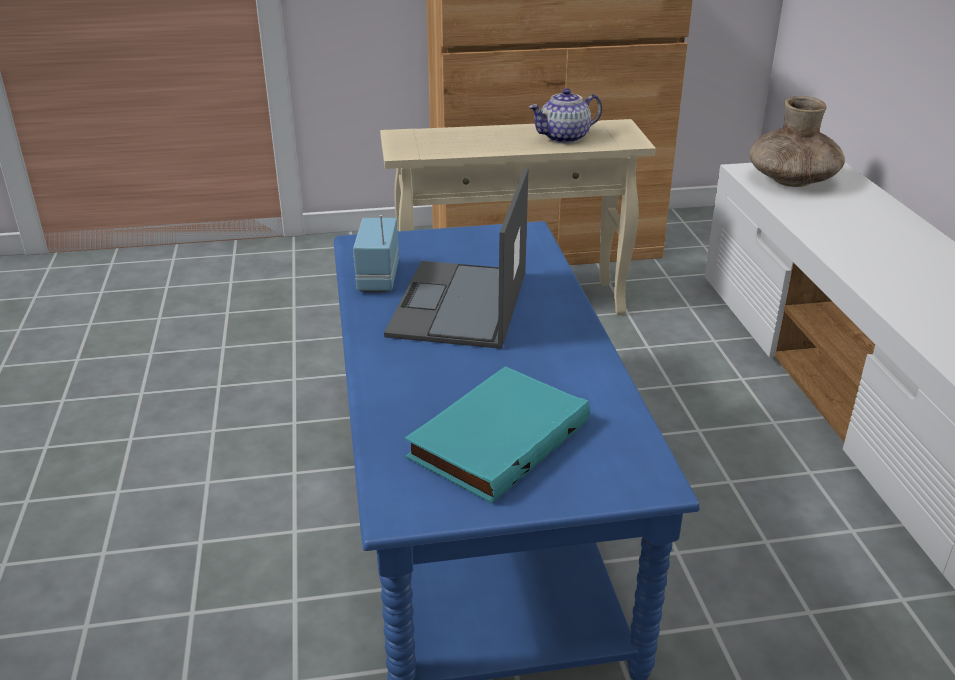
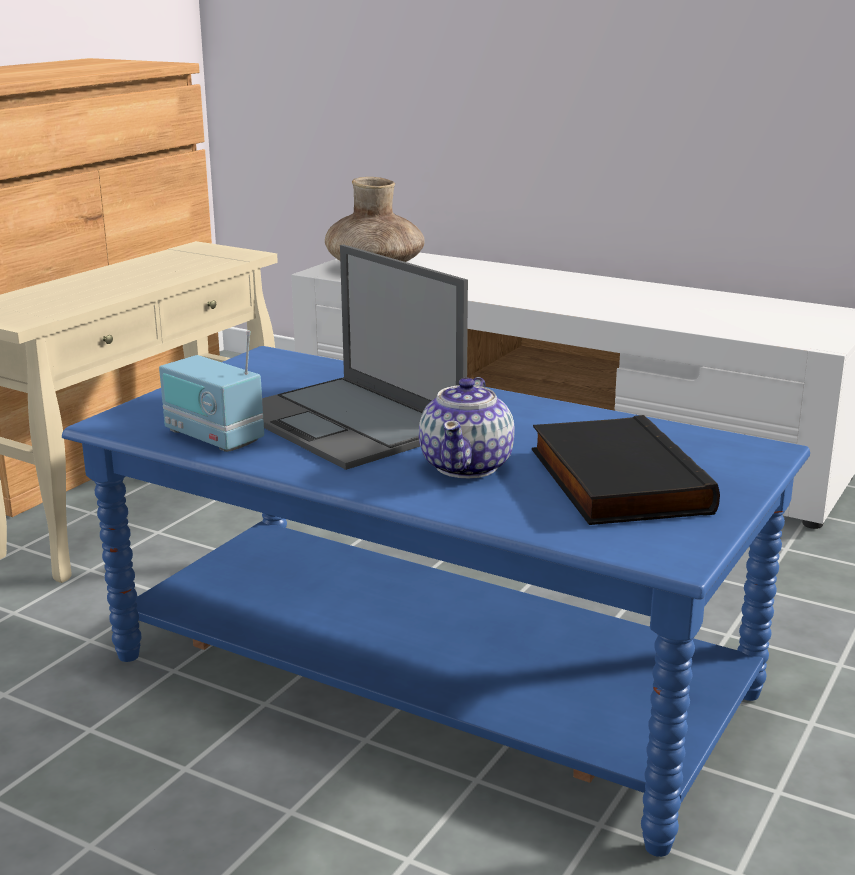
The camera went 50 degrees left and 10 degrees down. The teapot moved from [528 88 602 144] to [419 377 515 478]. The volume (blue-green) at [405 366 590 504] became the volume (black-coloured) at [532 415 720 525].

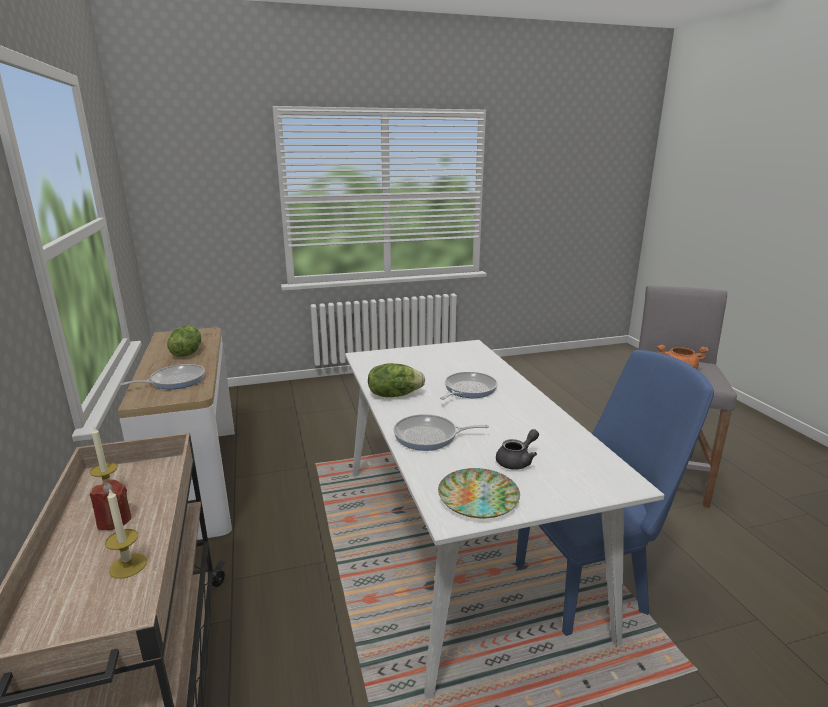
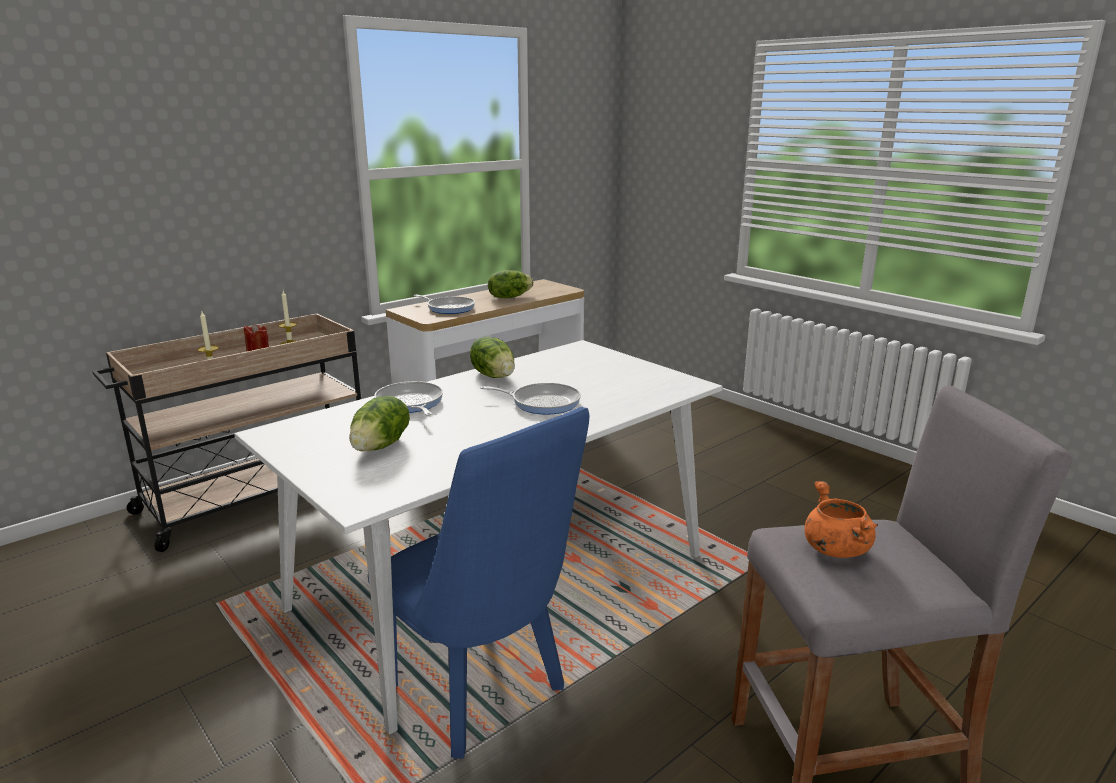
The camera went 65 degrees right and 0 degrees up. The dinner plate at [438 468 520 519] disappeared. The teapot (grey) at [496 429 539 470] was replaced by the head of lettuce at [350 396 410 451].

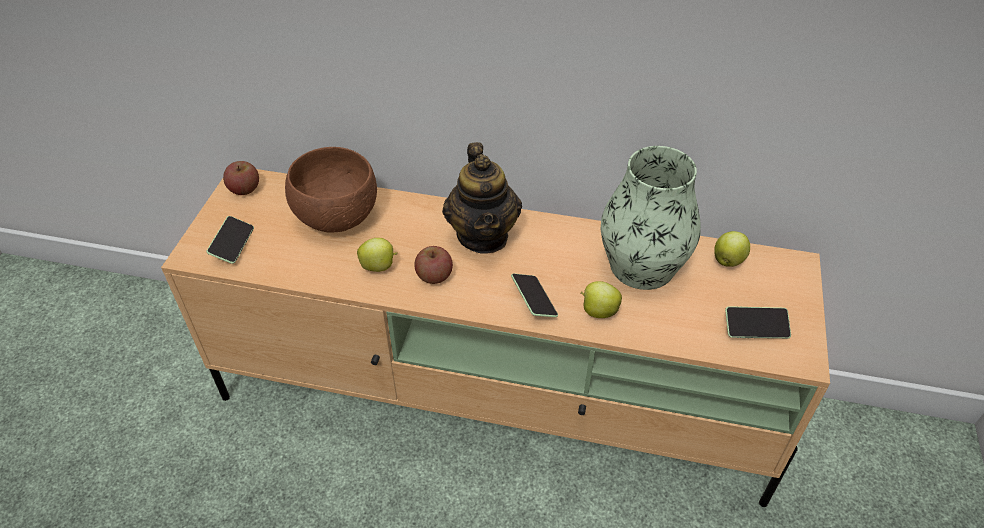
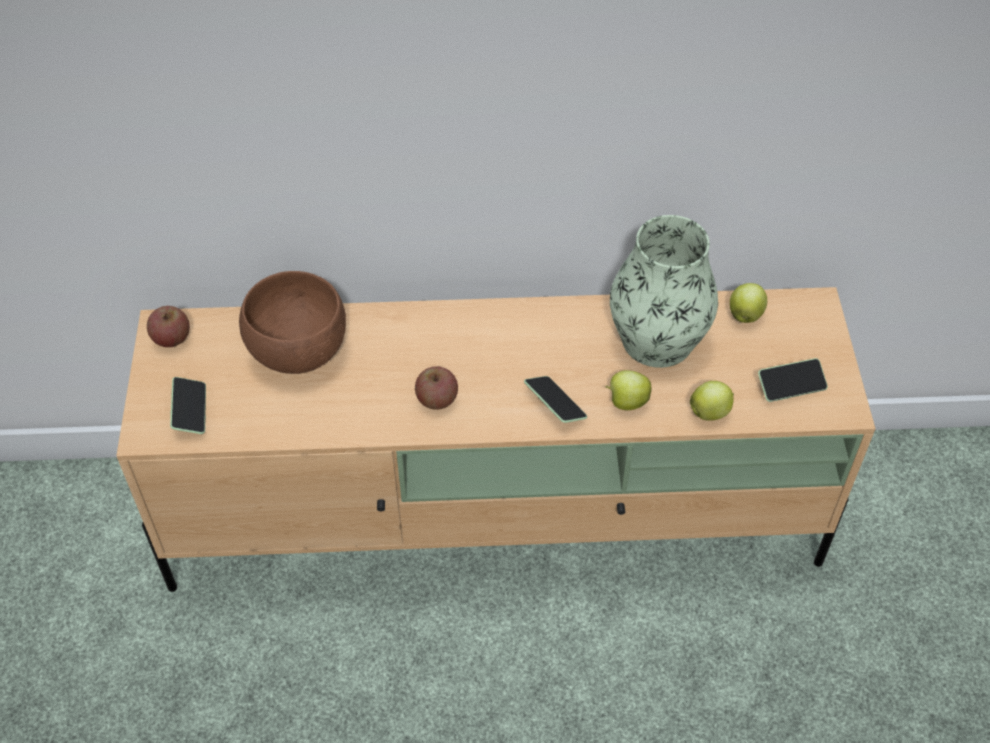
The camera went 15 degrees left and 5 degrees up. The teapot at [442 142 522 254] disappeared. The whole apple moved from [357 238 398 272] to [690 381 734 421].

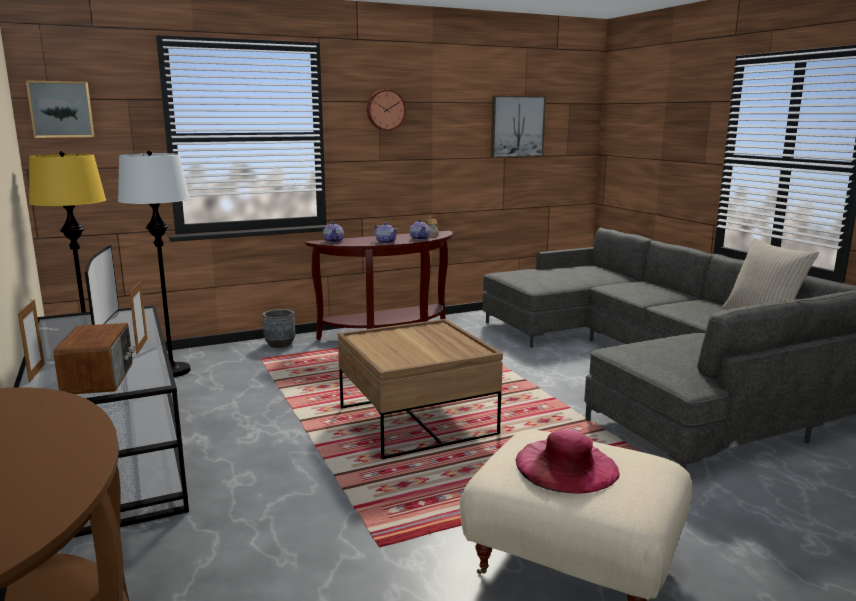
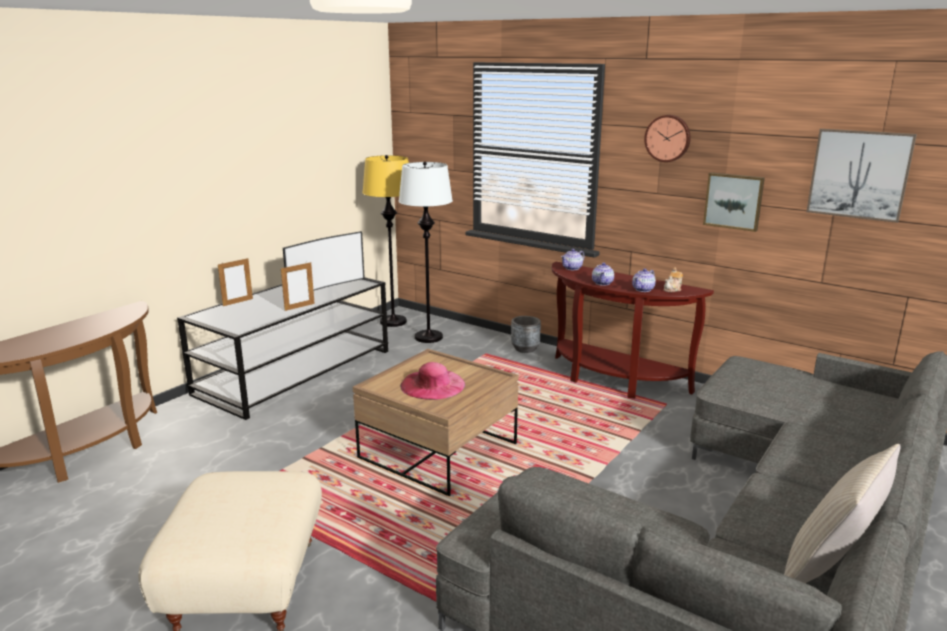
The camera went 60 degrees right and 5 degrees up. The radio at [54 323 134 394] disappeared. The picture moved from [26 81 95 138] to [703 172 765 232]. The hat (pinkish) moved from [515 429 620 494] to [400 362 465 400].

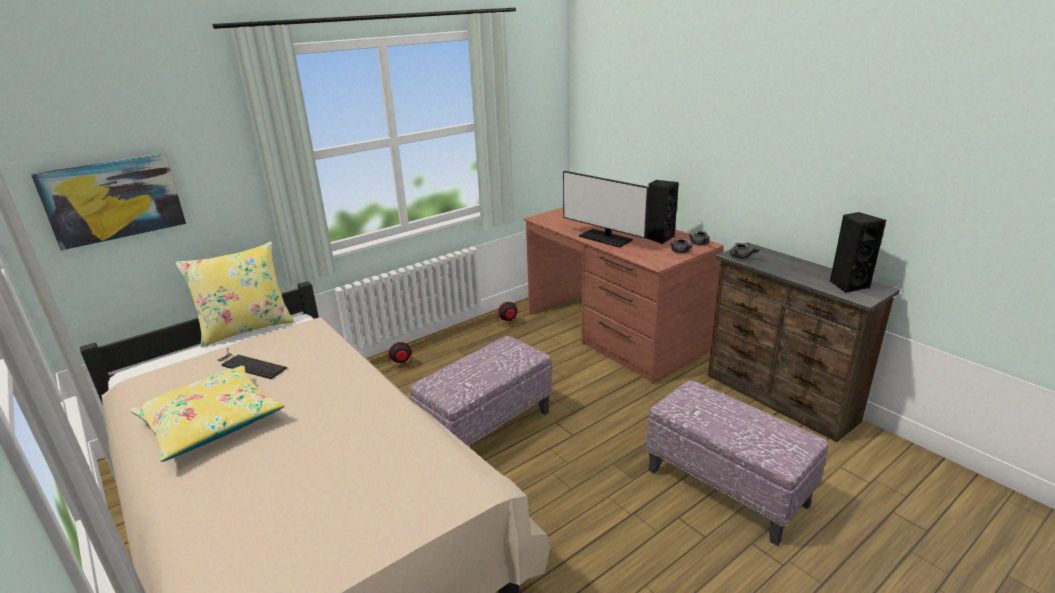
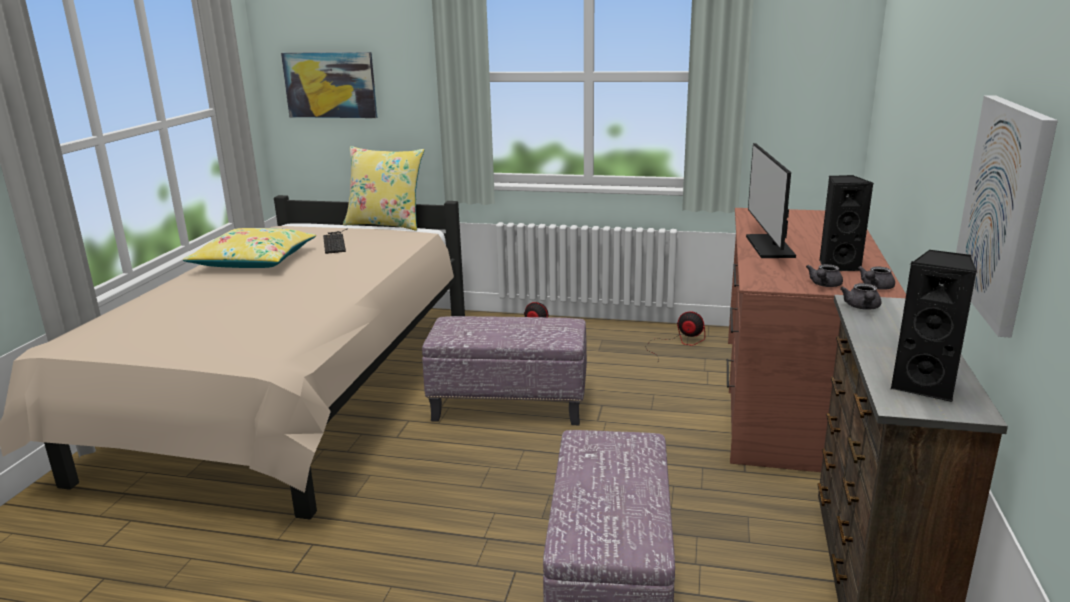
The camera went 50 degrees right and 5 degrees down. The picture at [956 95 1058 338] appeared.

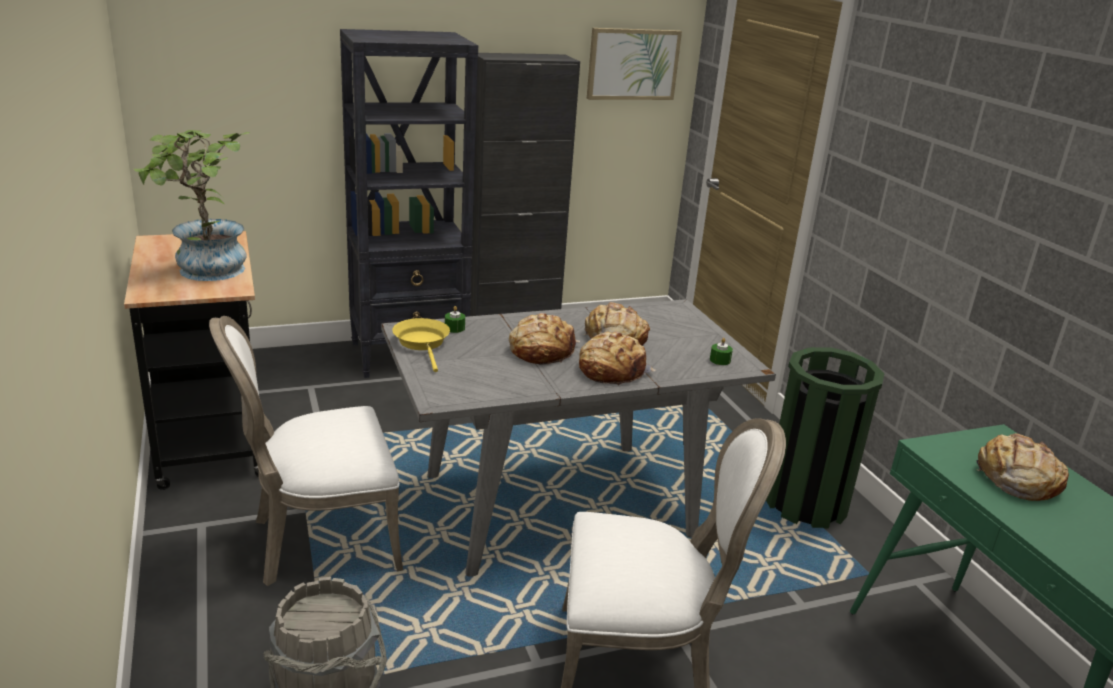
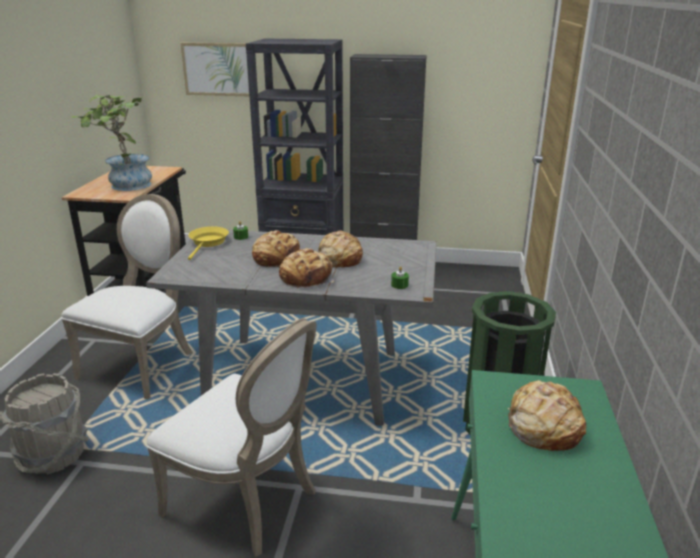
The camera went 30 degrees right and 0 degrees up. The picture moved from [587 28 682 100] to [180 43 249 96]. The plain chair (white-coloured) at [209 316 403 586] turned 105 degrees clockwise.

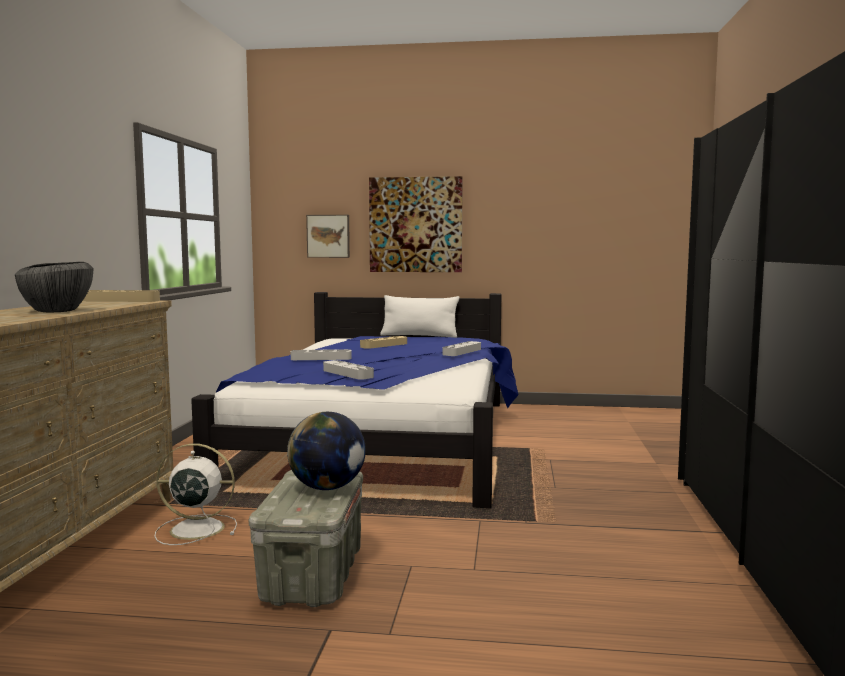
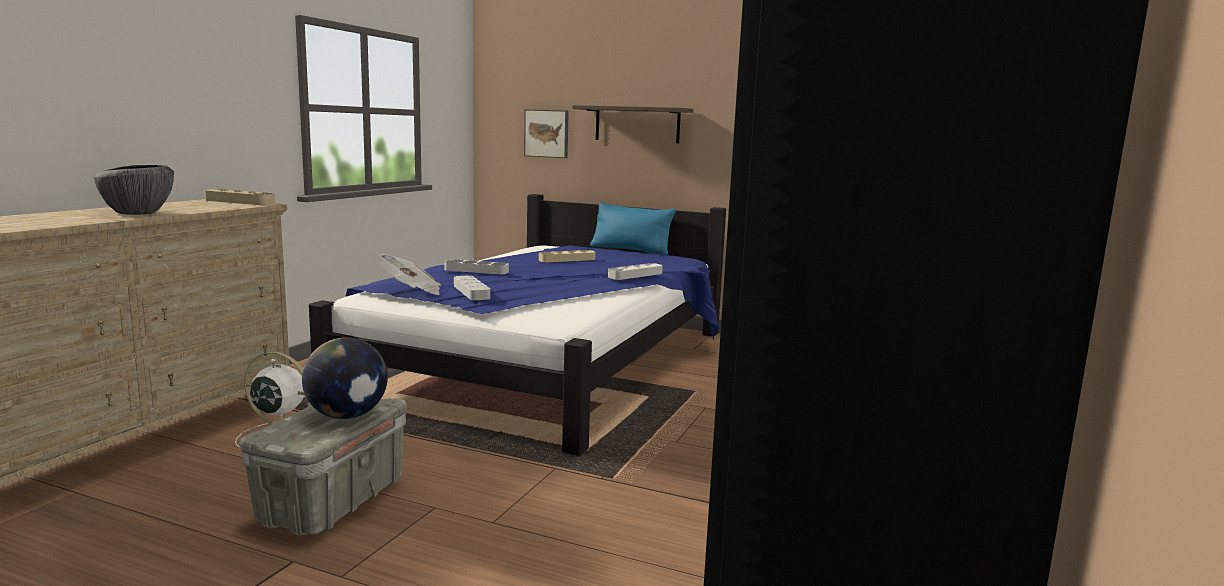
The camera went 15 degrees right and 5 degrees up. The daily paper at [380 254 441 295] appeared. The picture at [369 176 463 272] was replaced by the wall shelf at [572 105 693 143]. The pillow (white-coloured) at [380 295 460 338] became the pillow (blue) at [590 202 676 255].

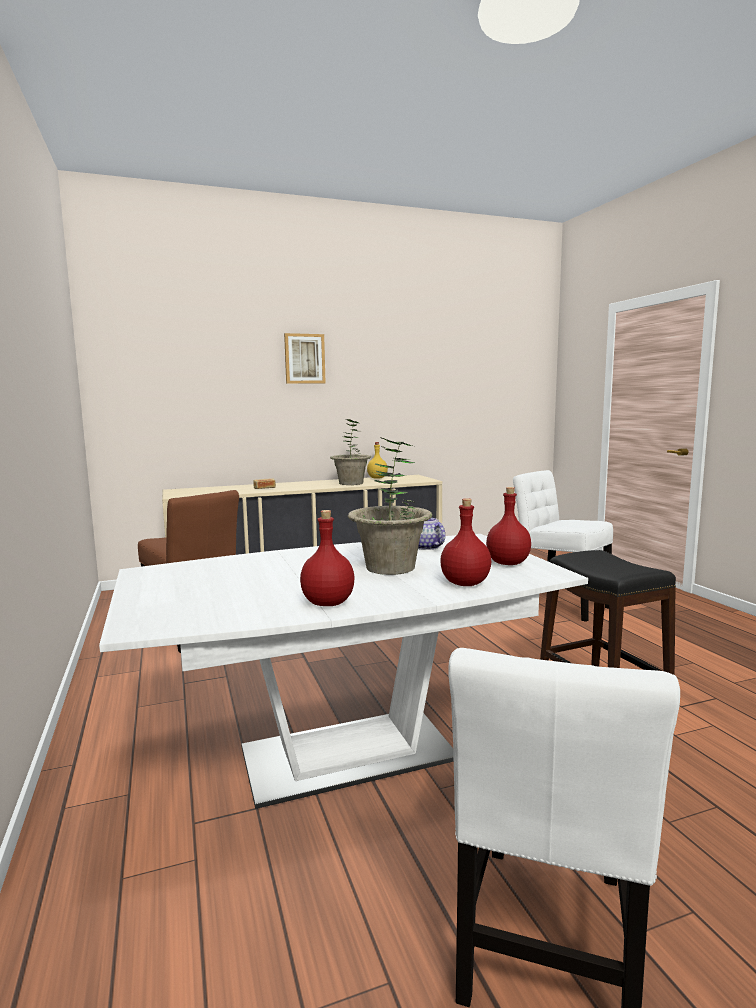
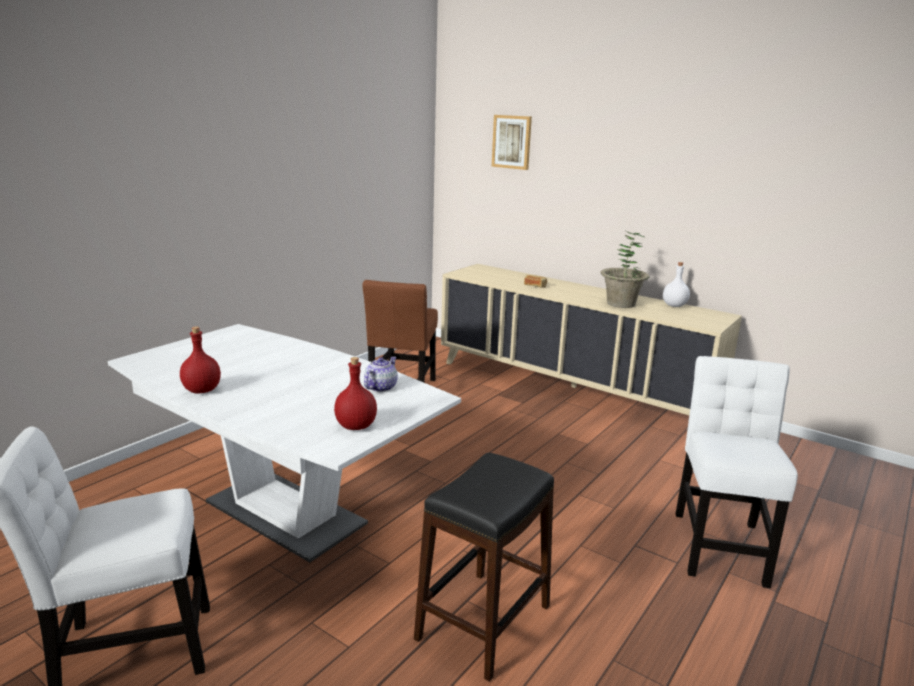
The camera went 55 degrees right and 10 degrees up. The potted plant at [348 438 432 575] disappeared. The beverage bottle (red) at [440 498 491 586] disappeared. The picture moved from [284 333 326 384] to [492 115 532 170]. The beverage bottle (yellow) at [367 442 388 479] became the beverage bottle (white-coloured) at [663 262 690 307].

